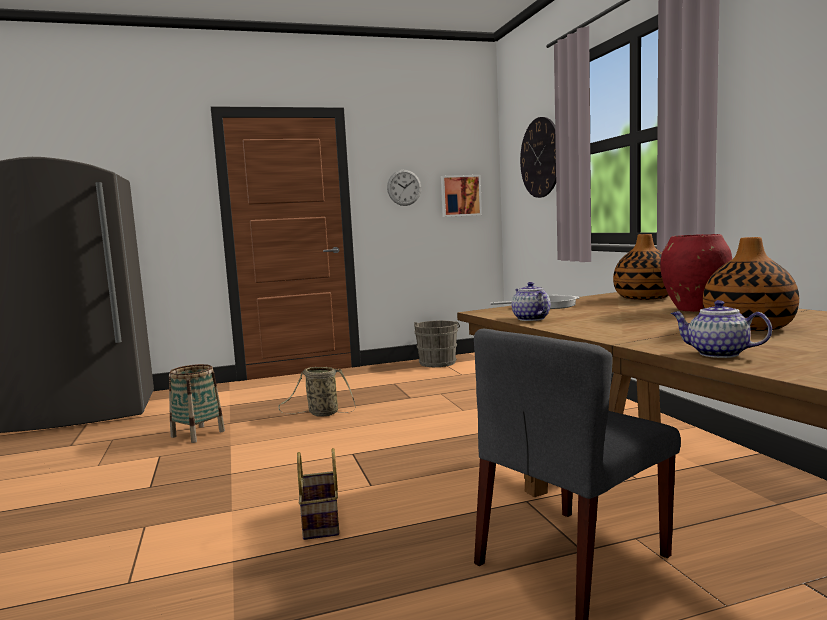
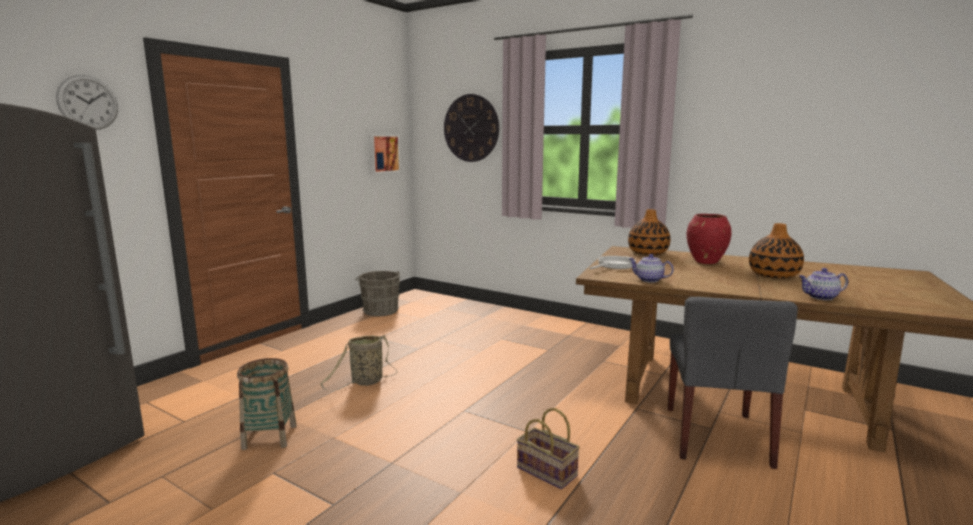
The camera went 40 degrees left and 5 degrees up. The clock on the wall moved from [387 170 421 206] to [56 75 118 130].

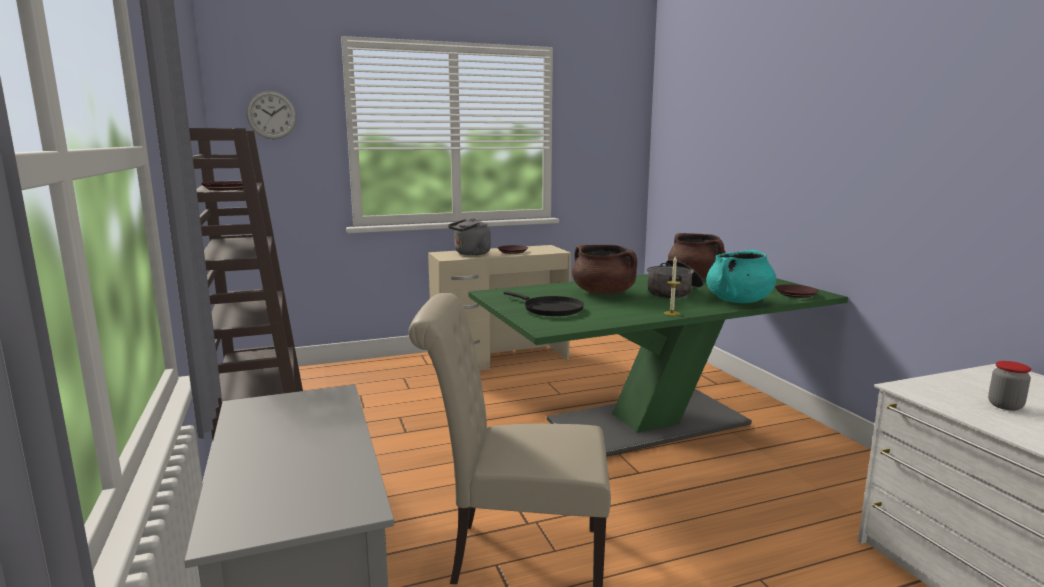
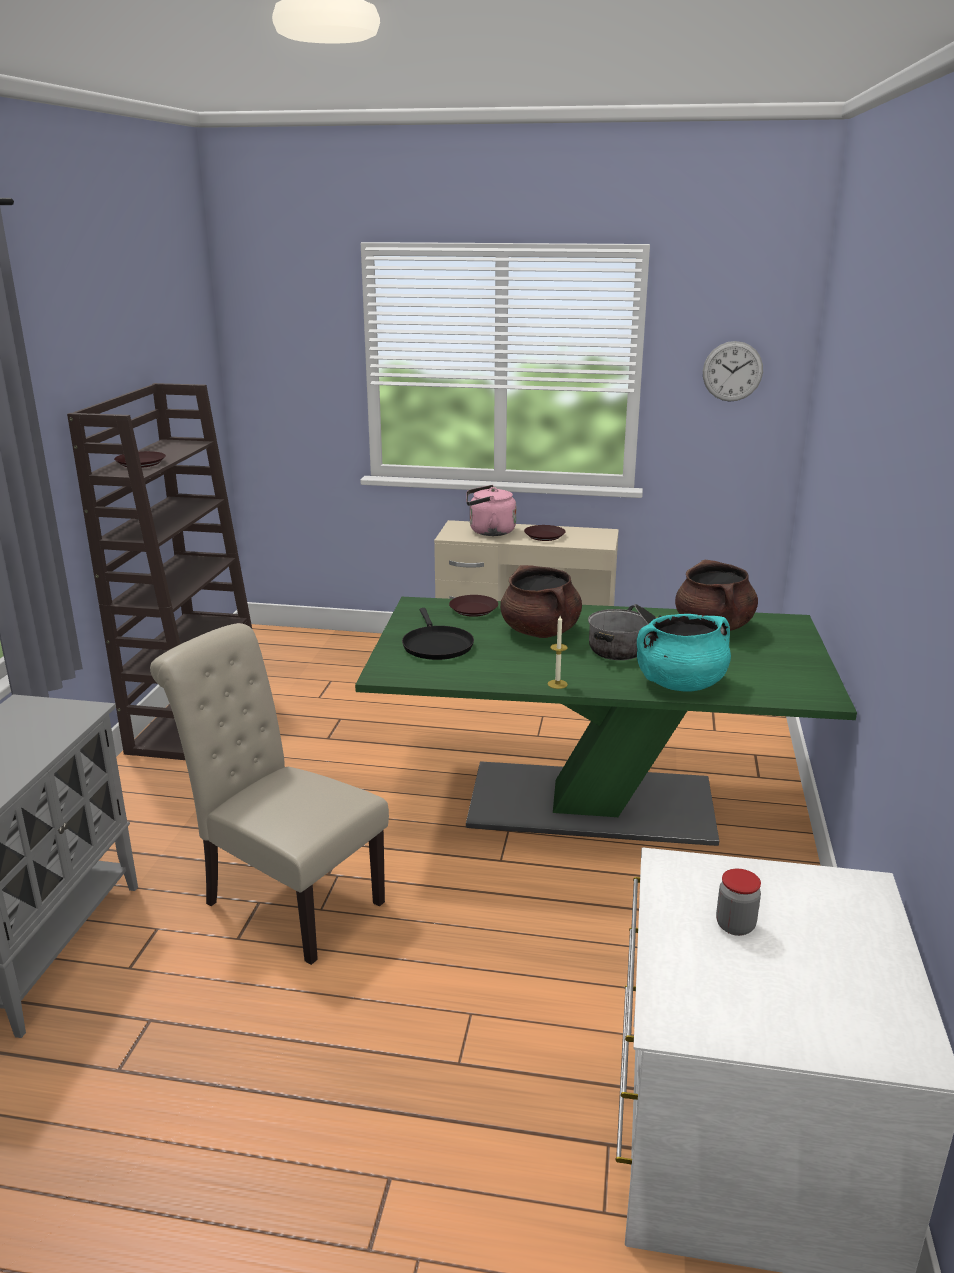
The camera went 30 degrees right and 10 degrees up. The clock on the wall moved from [246 91 297 139] to [703 341 763 402]. The dinner plate (brown) moved from [775 284 819 298] to [449 595 498 617]. The kettle (grey) at [448 219 491 255] became the kettle (pinkish) at [466 485 516 536].

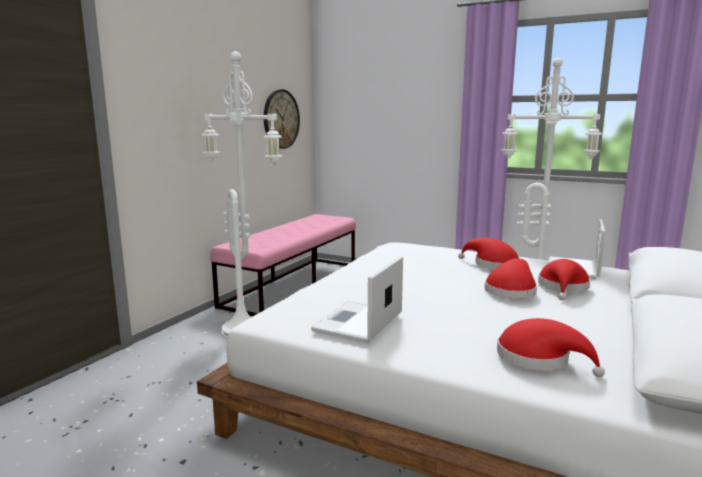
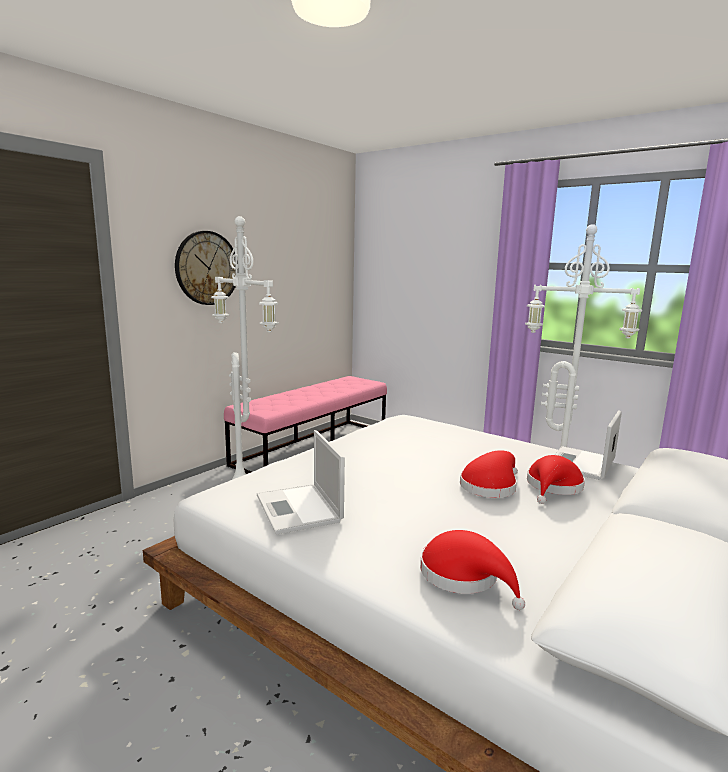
The camera went 10 degrees right and 0 degrees up. The hat (red) at [458 238 520 269] disappeared. The clock on the wall moved from [264 89 300 149] to [175 231 238 305]. The portable computer at [311 256 403 343] turned 60 degrees counterclockwise.

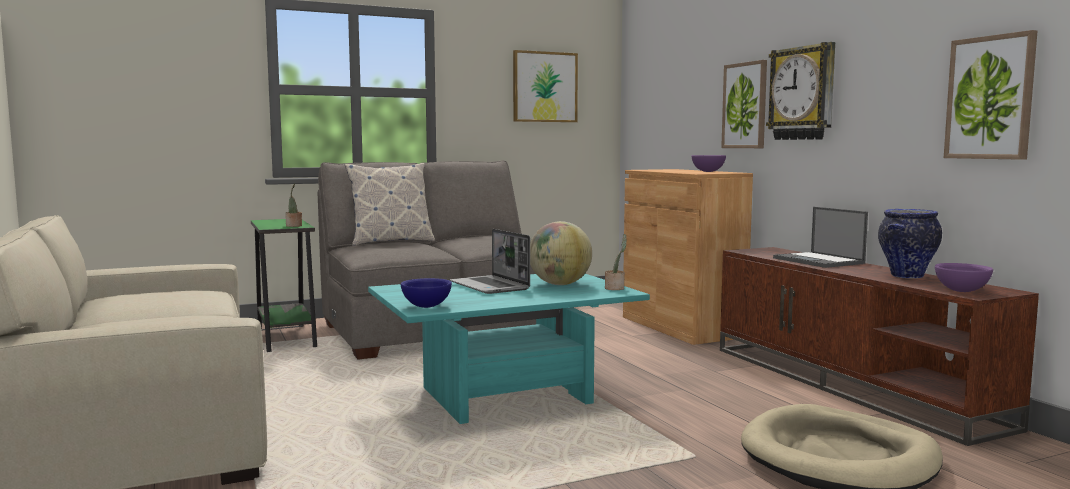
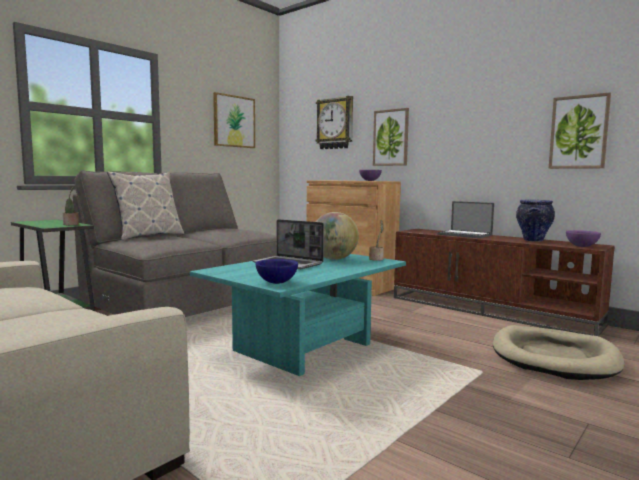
The camera went 25 degrees left and 0 degrees up. The clock on the wall moved from [766 42 835 140] to [315 96 353 149].

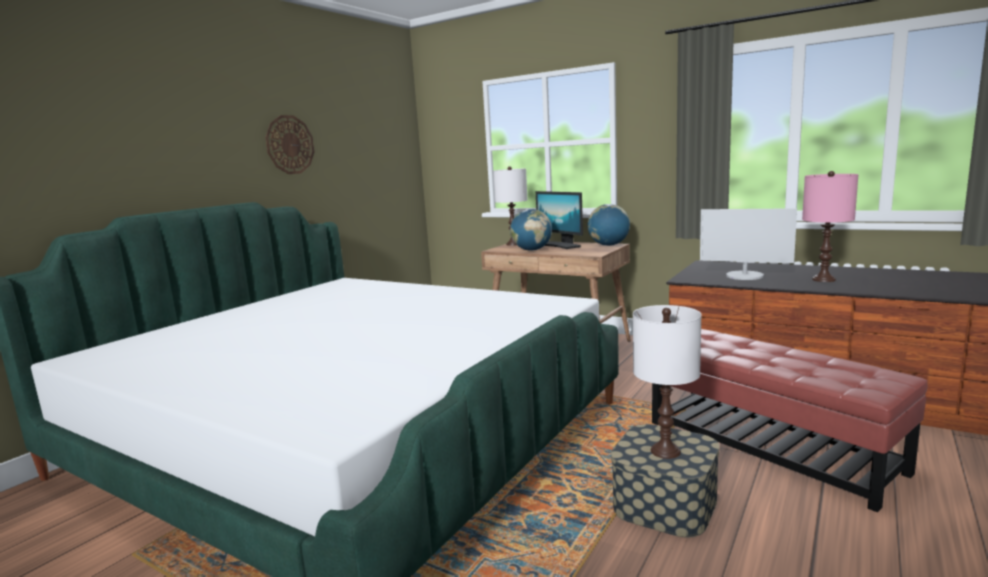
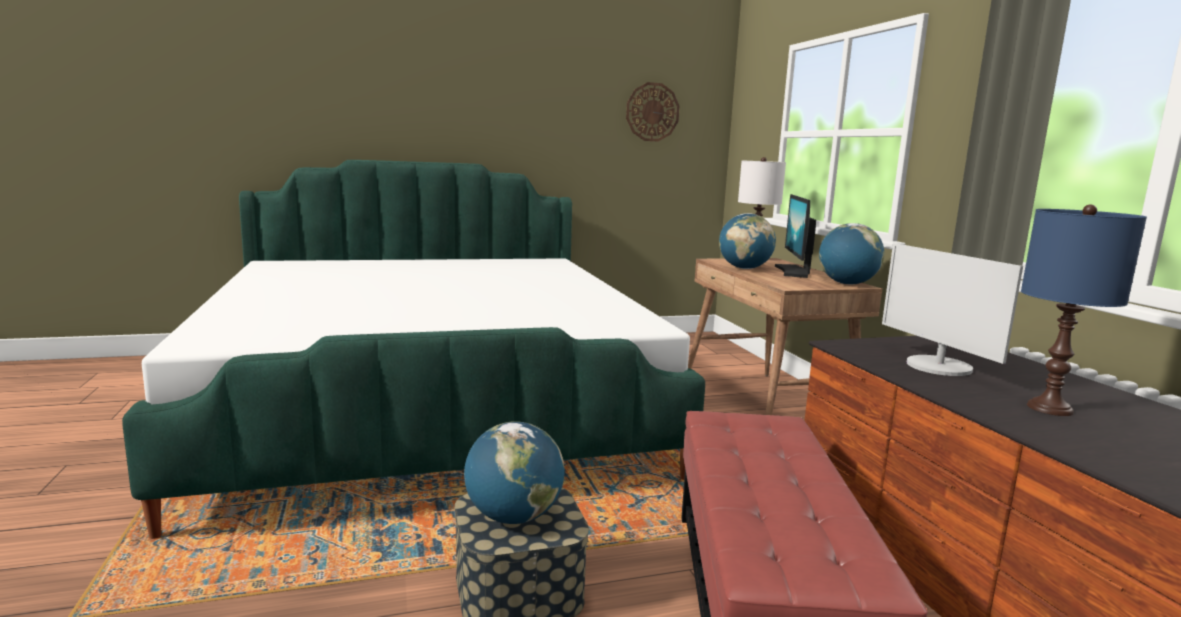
The camera went 40 degrees right and 0 degrees up. The clock on the wall moved from [265 115 314 174] to [626 82 680 141]. The lamp for a table (white-coloured) at [633 305 702 459] was replaced by the world globe at [464 421 564 524]. The lamp for a table (pinkish) at [802 171 859 282] became the lamp for a table (blue) at [1021 204 1147 416].

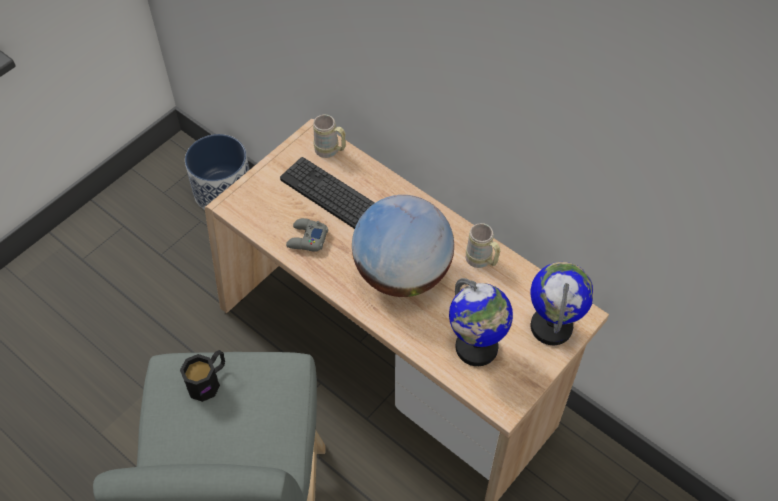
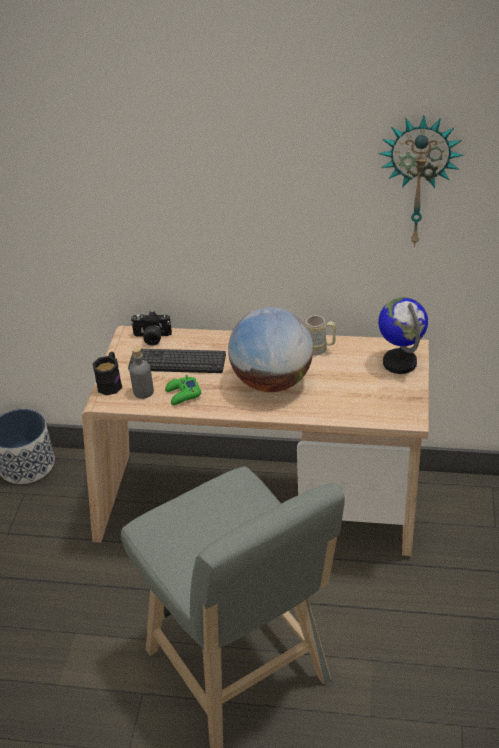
The camera went 30 degrees left and 15 degrees down. The world globe at [449 278 513 366] disappeared. The beverage bottle (grey) at [129 346 154 399] appeared. The clock on the wall at [379 115 464 247] appeared. The mug (black-coloured) moved from [180 350 225 402] to [92 352 122 395]. The mug (beige) at [313 115 346 158] was replaced by the still camera at [131 311 172 346]. The joypad (grey) at [286 218 328 252] became the joypad (greenish) at [165 375 202 405].

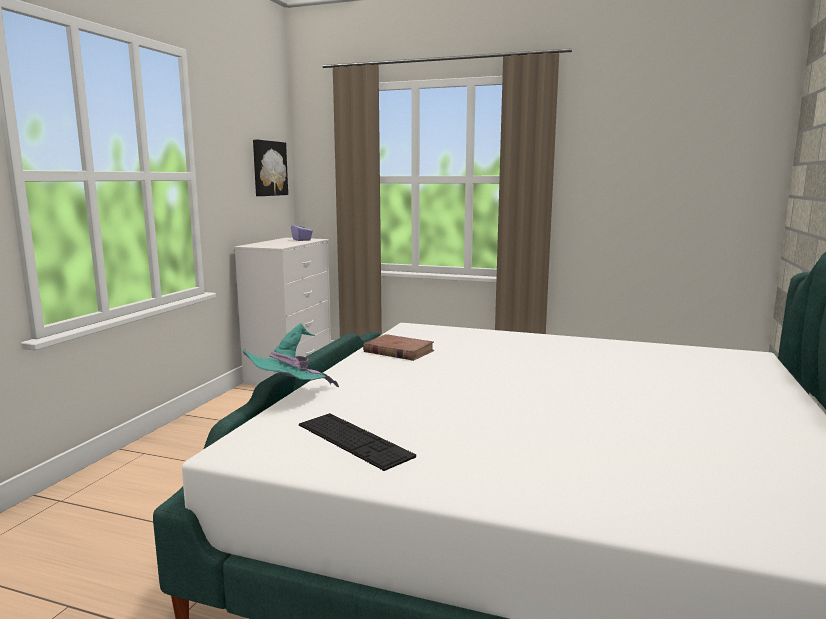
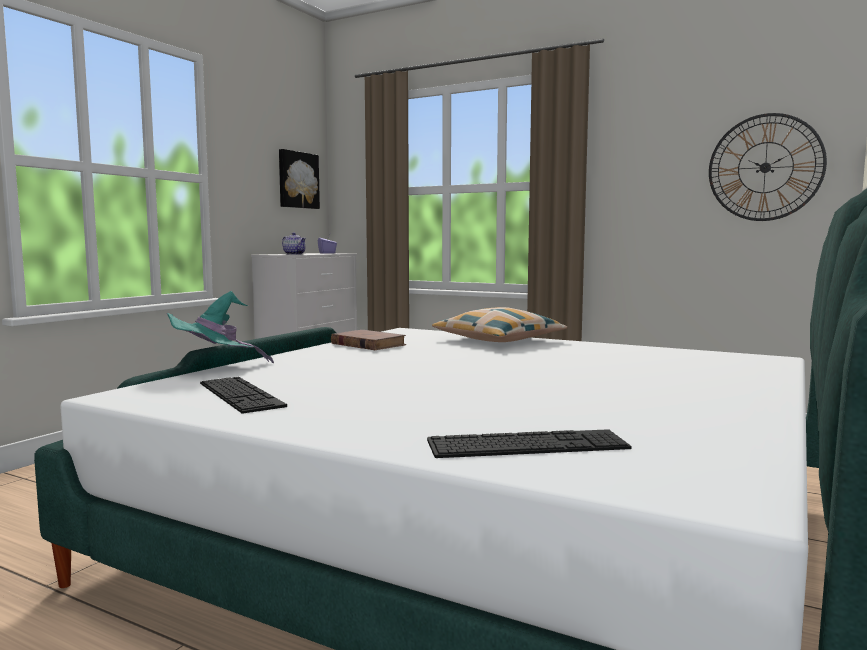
The camera went 10 degrees right and 5 degrees down. The teapot at [282 232 306 255] appeared. The PC keyboard at [427 429 632 458] appeared. The pillow at [432 307 567 342] appeared. The clock on the wall at [709 113 827 221] appeared.

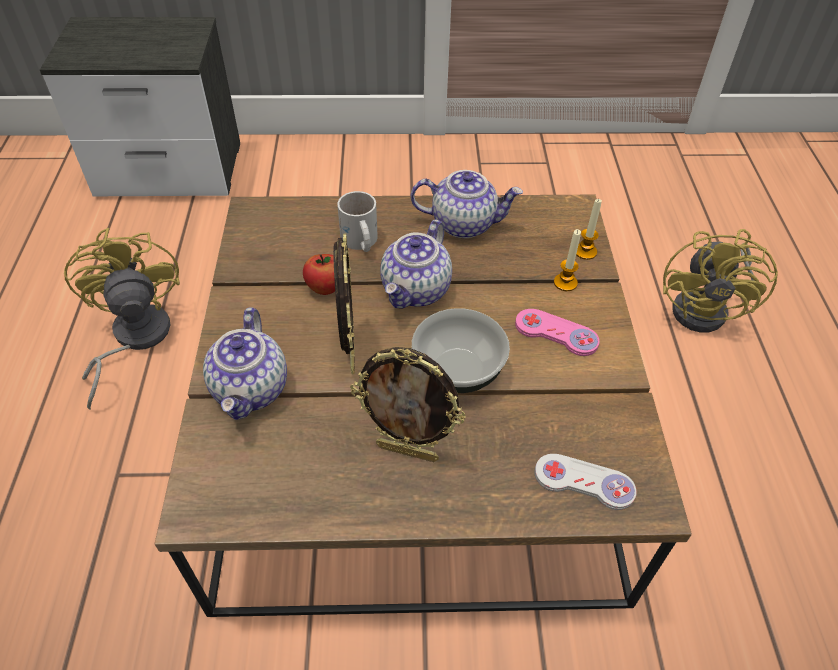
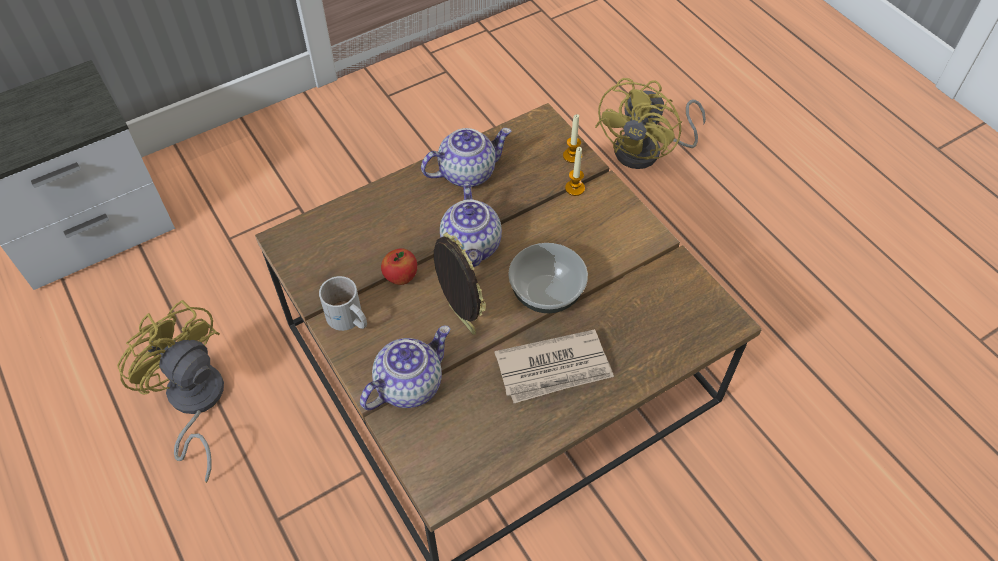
The camera went 30 degrees left and 5 degrees up. The joypad (pinkish) at [515 309 600 356] disappeared. The joypad (white-coloured) at [534 454 637 510] disappeared. The mug (white-coloured) moved from [337 191 378 252] to [319 276 367 331]. The standing frame at [350 347 466 462] was replaced by the daily paper at [495 329 614 403]. The teapot at [203 308 287 420] turned 105 degrees counterclockwise. The electric fan (yellow) at [663 229 778 333] turned 45 degrees clockwise.

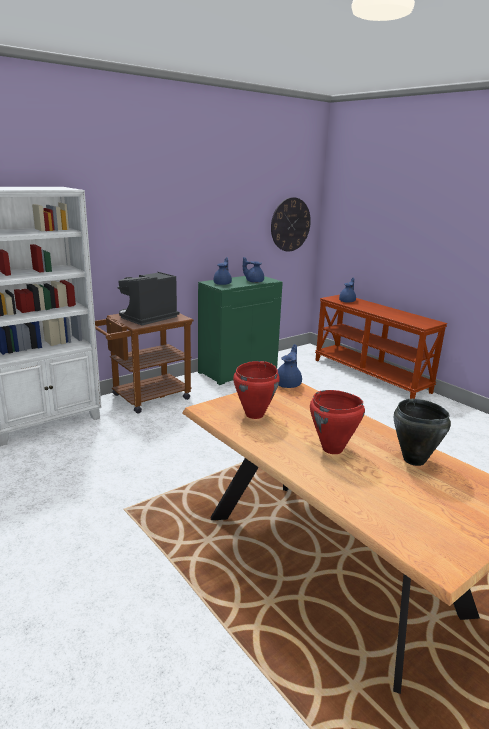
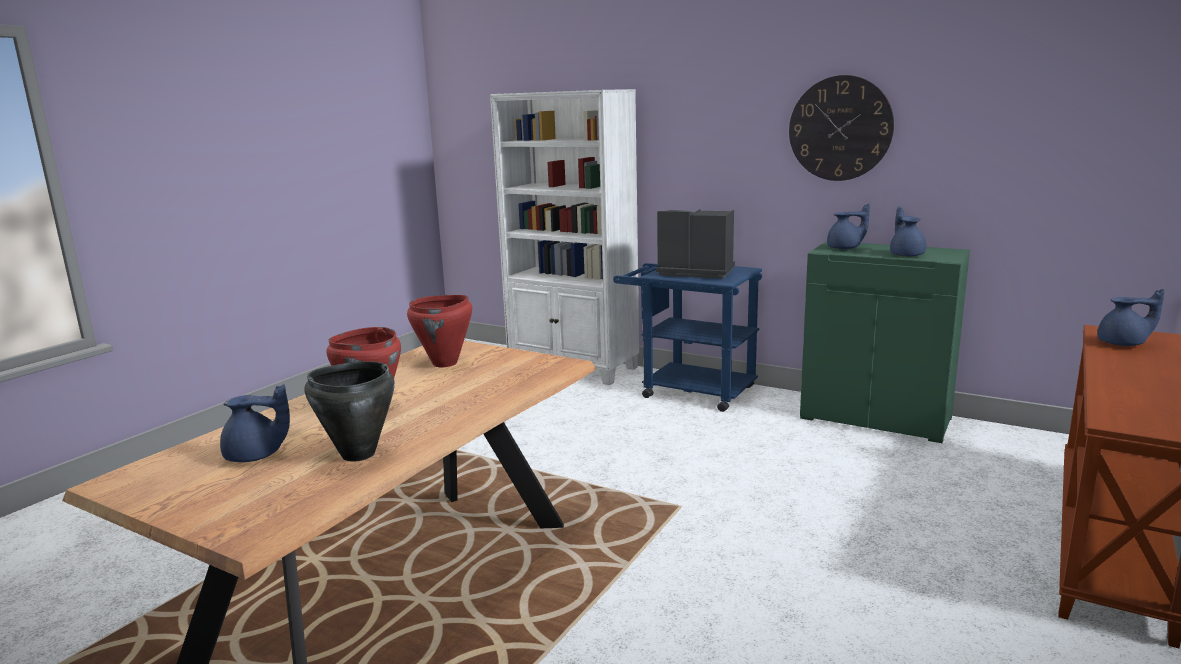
The camera went 70 degrees right and 5 degrees down. The clock on the wall moved from [271 197 311 252] to [789 75 894 181]. The teapot (blue) moved from [278 344 302 388] to [220 384 290 462]. The trolley (brown) at [95 314 193 414] became the trolley (blue) at [613 263 762 412].

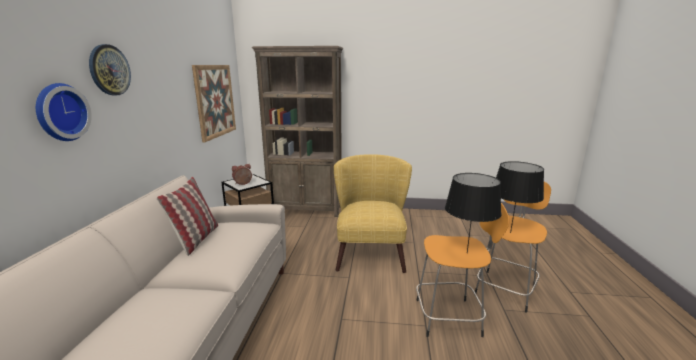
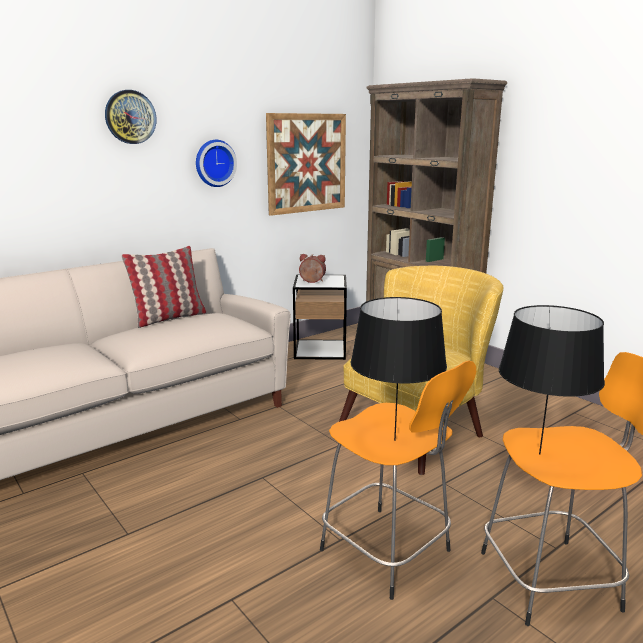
The camera went 45 degrees right and 0 degrees up. The clock on the wall moved from [36 83 92 141] to [196 140 237 187].

